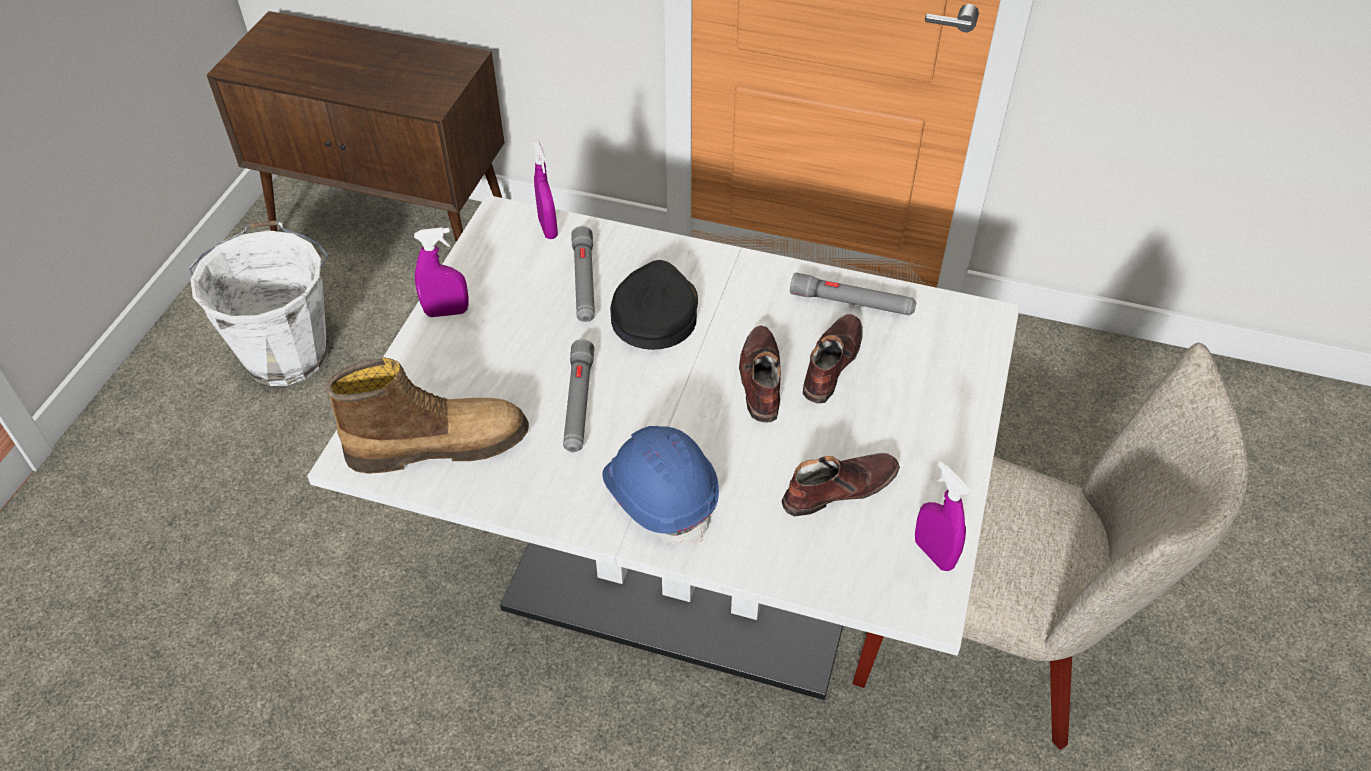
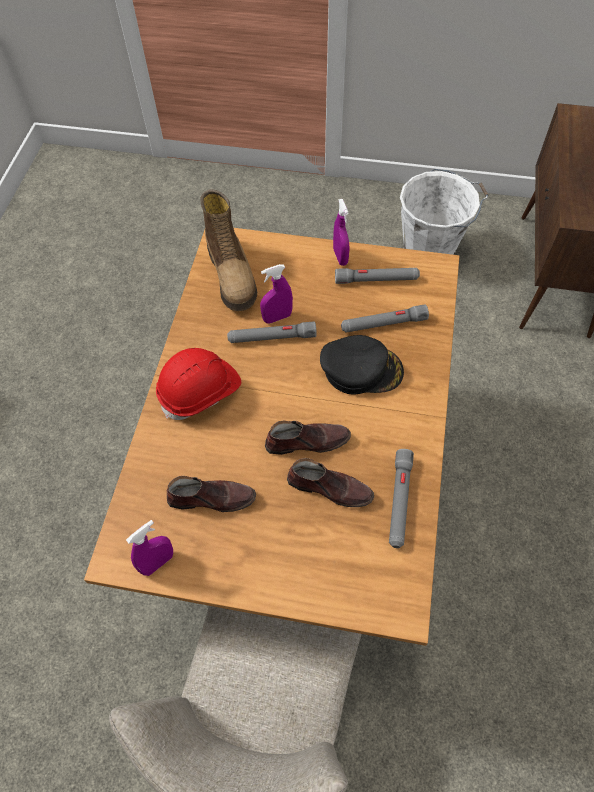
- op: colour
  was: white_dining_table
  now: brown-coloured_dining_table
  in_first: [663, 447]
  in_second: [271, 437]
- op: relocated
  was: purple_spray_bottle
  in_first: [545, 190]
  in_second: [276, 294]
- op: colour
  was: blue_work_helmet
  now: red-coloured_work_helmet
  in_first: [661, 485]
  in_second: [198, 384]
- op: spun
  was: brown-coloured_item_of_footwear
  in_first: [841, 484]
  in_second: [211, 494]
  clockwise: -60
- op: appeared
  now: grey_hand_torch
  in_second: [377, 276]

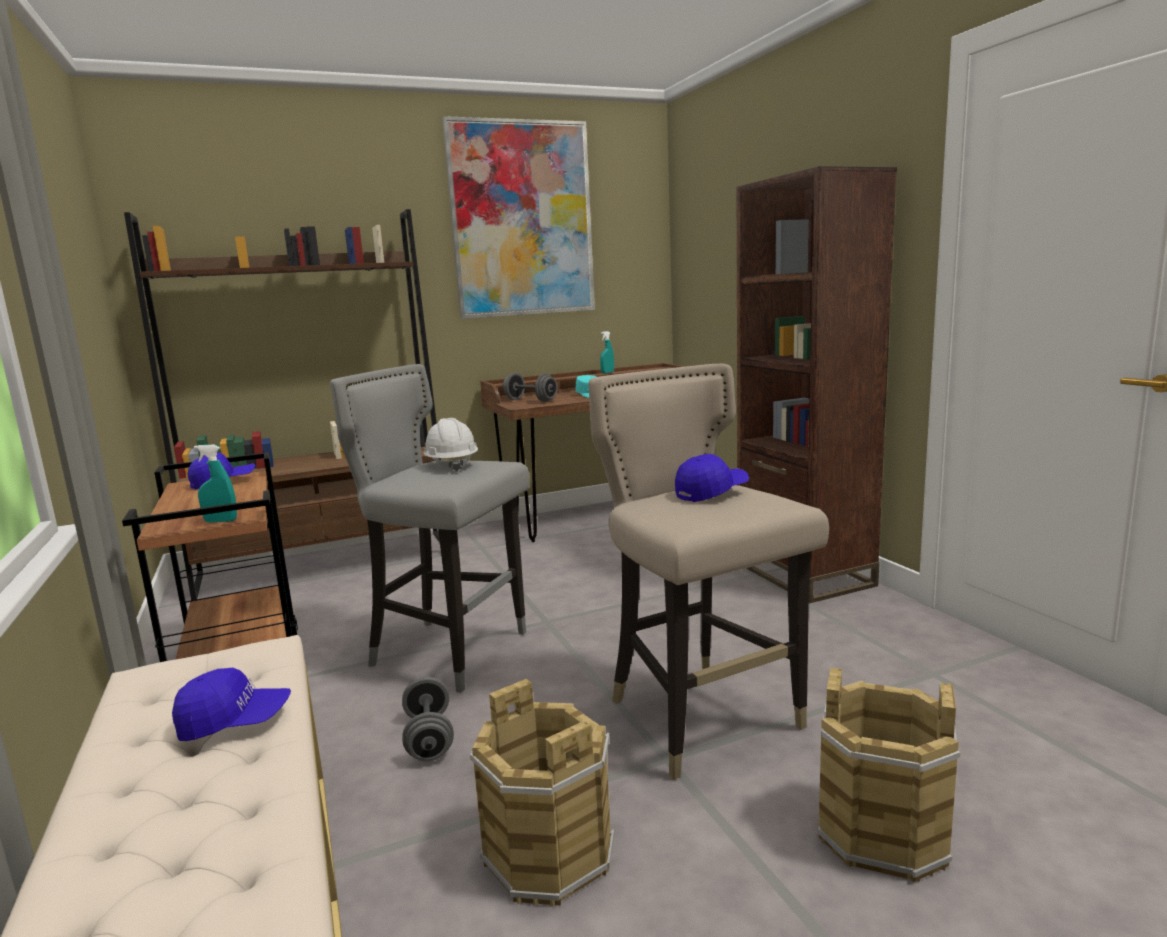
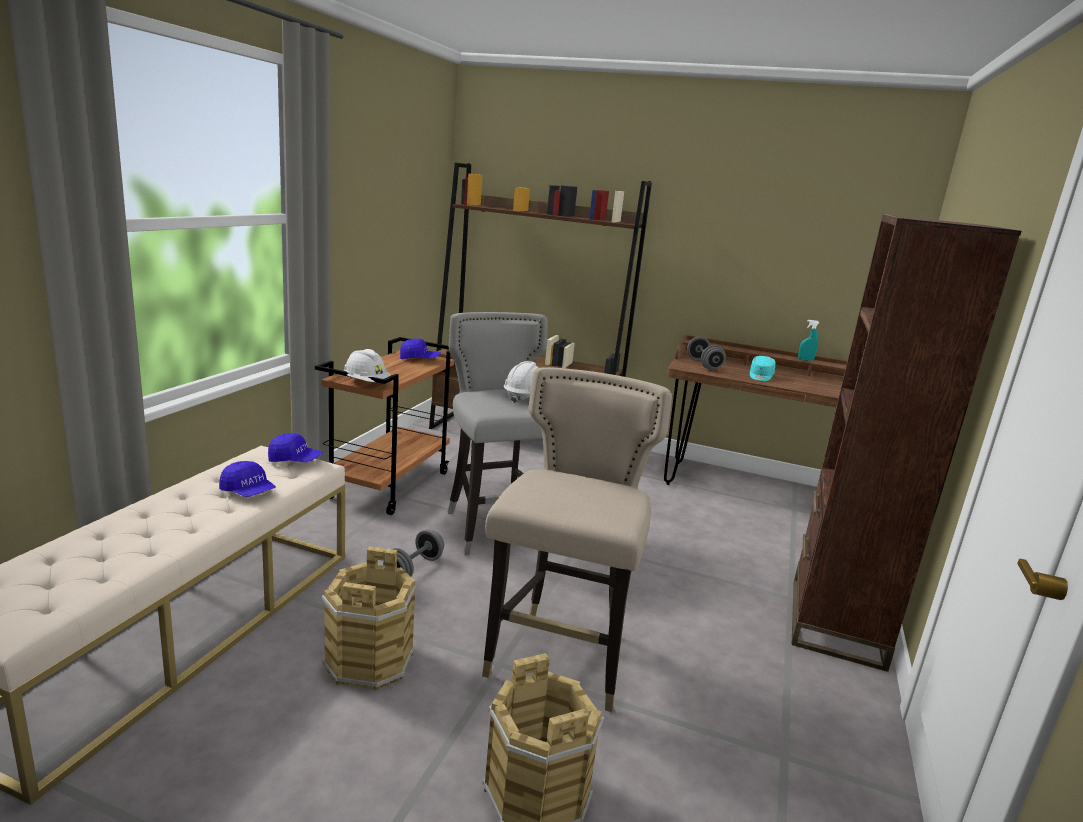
- op: exchanged
  was: blue-green_spray_bottle
  now: white_work_helmet
  in_first: [215, 484]
  in_second: [367, 365]
- op: missing
  was: wall_picture
  in_first: [518, 217]
- op: relocated
  was: blue_cap
  in_first: [712, 478]
  in_second: [295, 447]

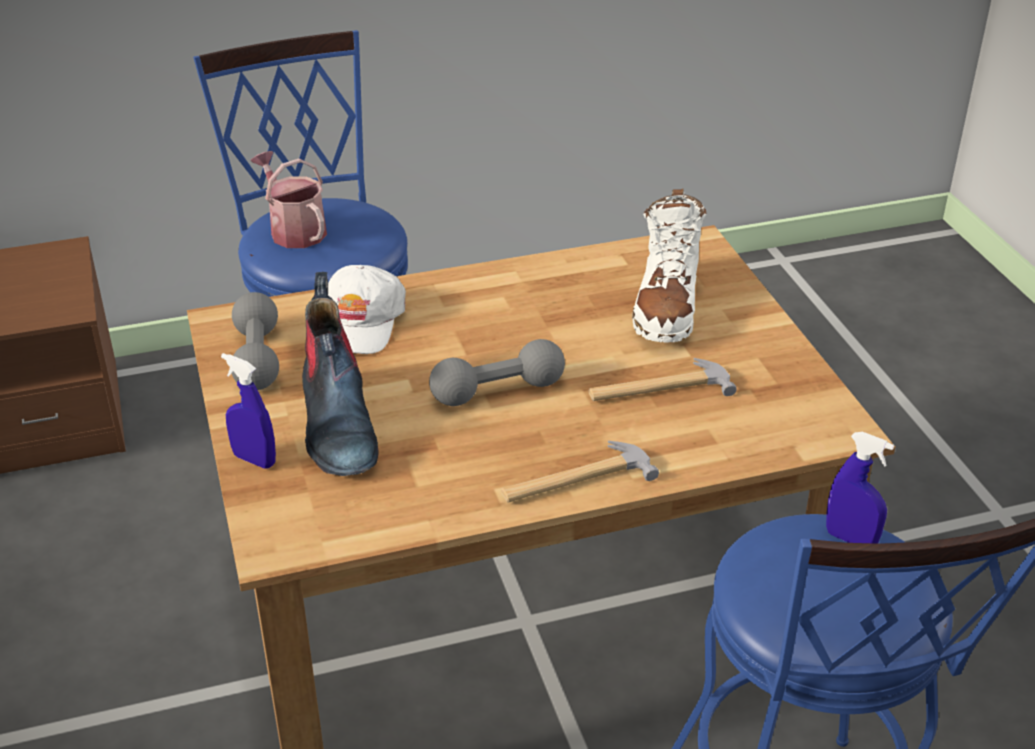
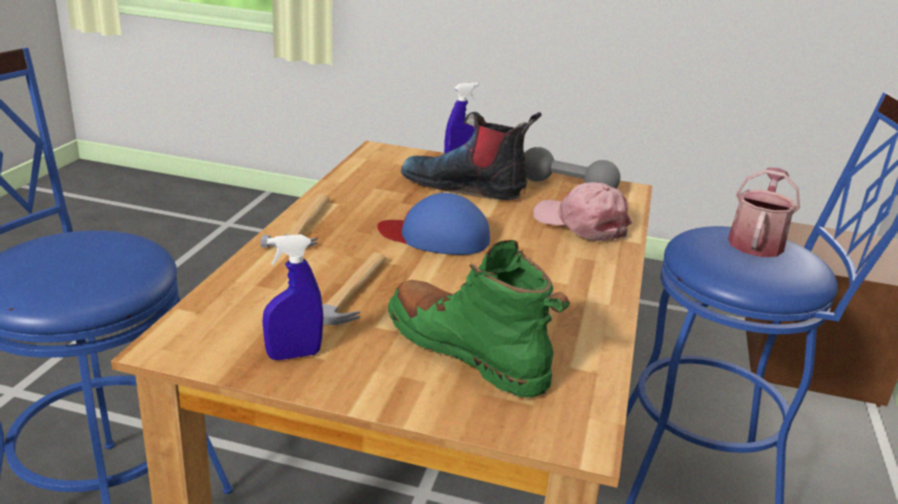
- op: spun
  was: watering_pot
  in_first: [289, 199]
  in_second: [764, 212]
  clockwise: -60
- op: colour
  was: white_cap
  now: pink_cap
  in_first: [367, 309]
  in_second: [582, 211]
- op: exchanged
  was: grey_free_weight
  now: blue_cap
  in_first: [497, 372]
  in_second: [433, 224]
- op: colour
  was: white_tall_boot
  now: greenish_tall_boot
  in_first: [669, 265]
  in_second: [479, 318]
- op: relocated
  was: blue_spray_bottle
  in_first: [860, 488]
  in_second: [292, 297]

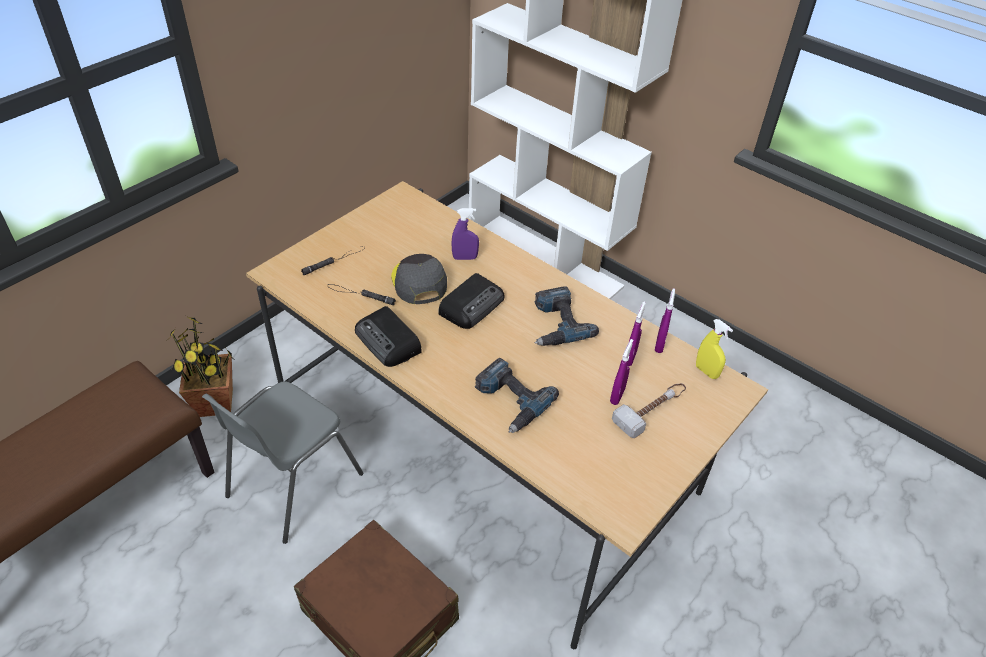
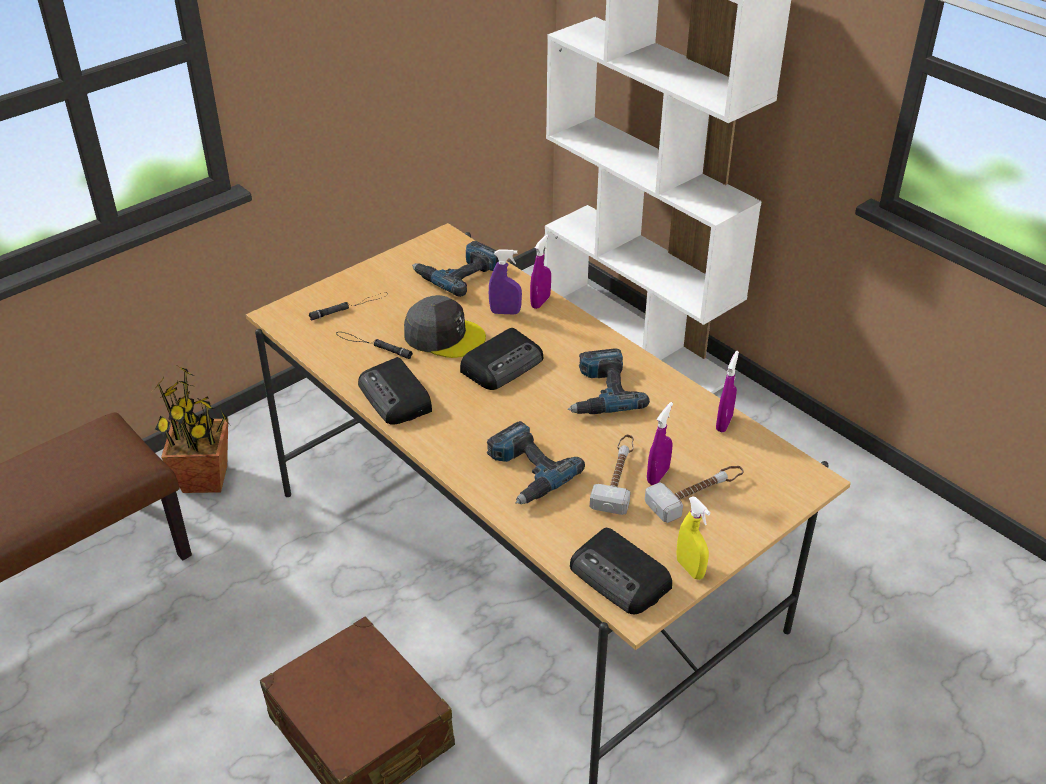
- op: missing
  was: grey_plain_chair
  in_first: [282, 462]
- op: spun
  was: grey_cap
  in_first: [419, 279]
  in_second: [445, 326]
  clockwise: 120
- op: relocated
  was: purple_spray_bottle
  in_first: [637, 333]
  in_second: [540, 272]
- op: relocated
  was: yellowish_spray_bottle
  in_first: [714, 349]
  in_second: [693, 538]
- op: appeared
  now: electric_drill
  in_second: [455, 269]
- op: appeared
  now: radio_set
  in_second: [621, 571]
- op: appeared
  now: hammer
  in_second: [612, 475]

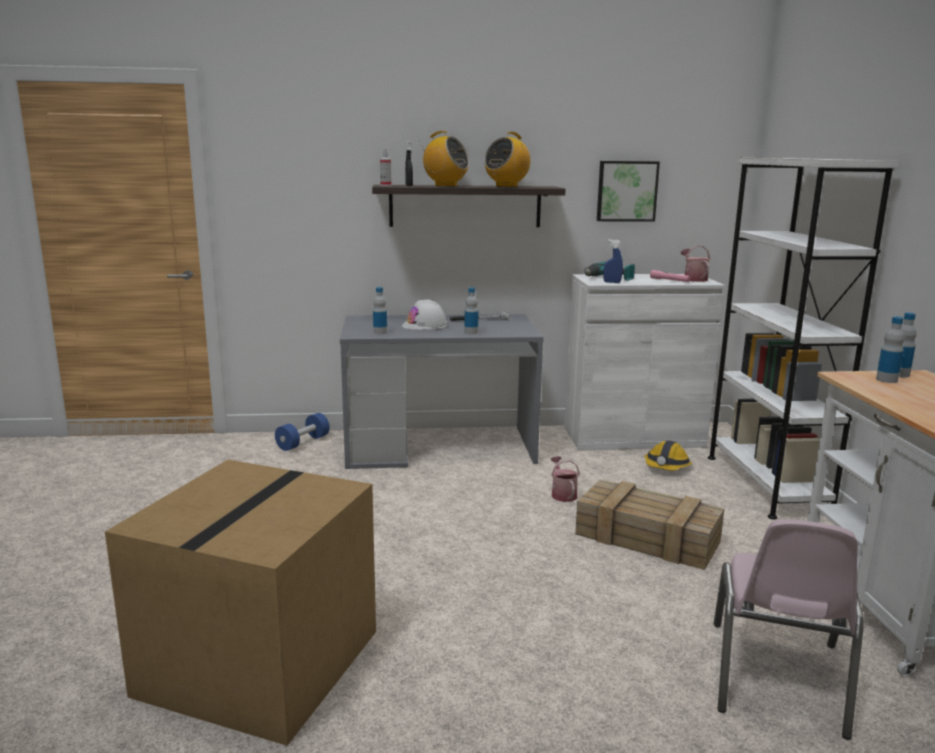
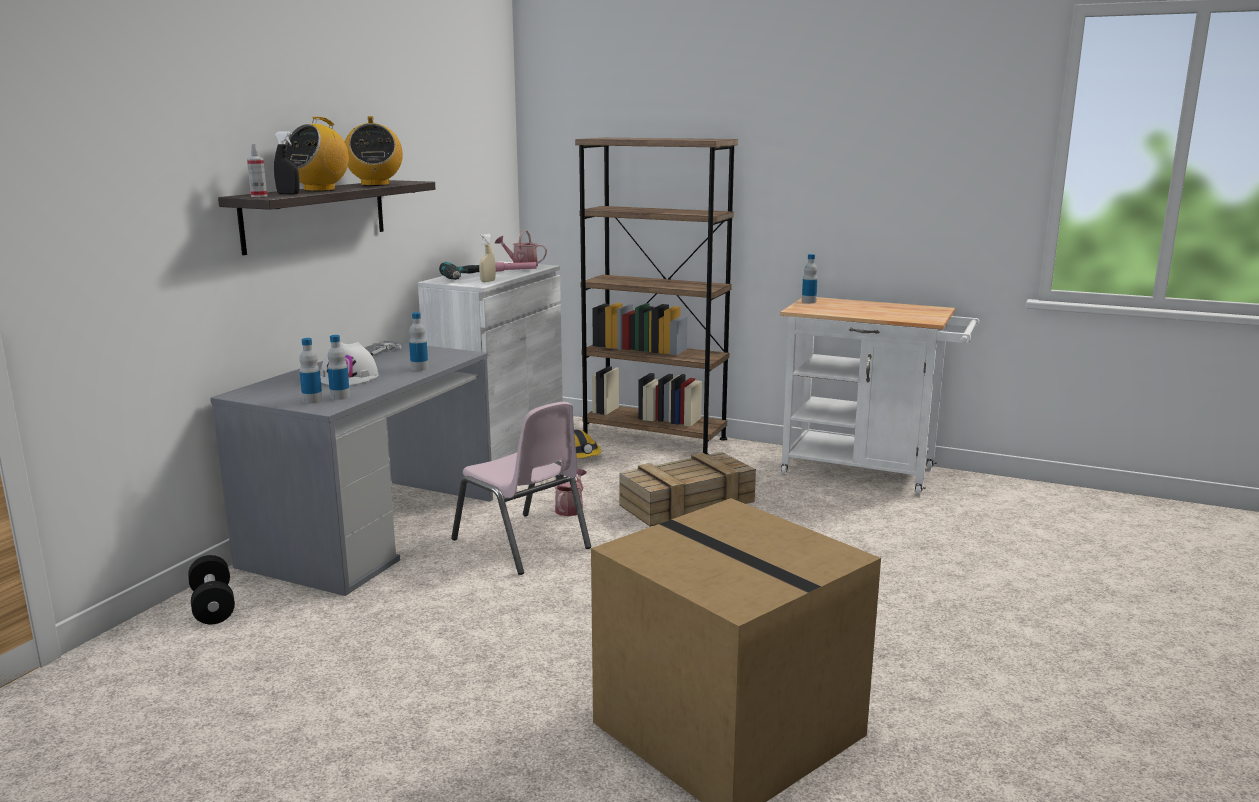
- op: colour
  was: blue_free_weight
  now: black_free_weight
  in_first: [302, 432]
  in_second: [211, 589]
- op: spun
  was: radio_set
  in_first: [444, 159]
  in_second: [317, 154]
  clockwise: 150
- op: spun
  was: watering_pot
  in_first: [565, 479]
  in_second: [570, 492]
  clockwise: 90
- op: missing
  was: wall_picture
  in_first: [628, 191]
- op: colour
  was: blue_spray_bottle
  now: beige-coloured_spray_bottle
  in_first: [613, 261]
  in_second: [487, 258]
- op: colour
  was: white_bookcase
  now: brown-coloured_bookcase
  in_first: [804, 339]
  in_second: [656, 296]
- op: relocated
  was: pink_plain_chair
  in_first: [788, 629]
  in_second: [521, 488]
- op: relocated
  was: bottle
  in_first: [890, 349]
  in_second: [311, 371]

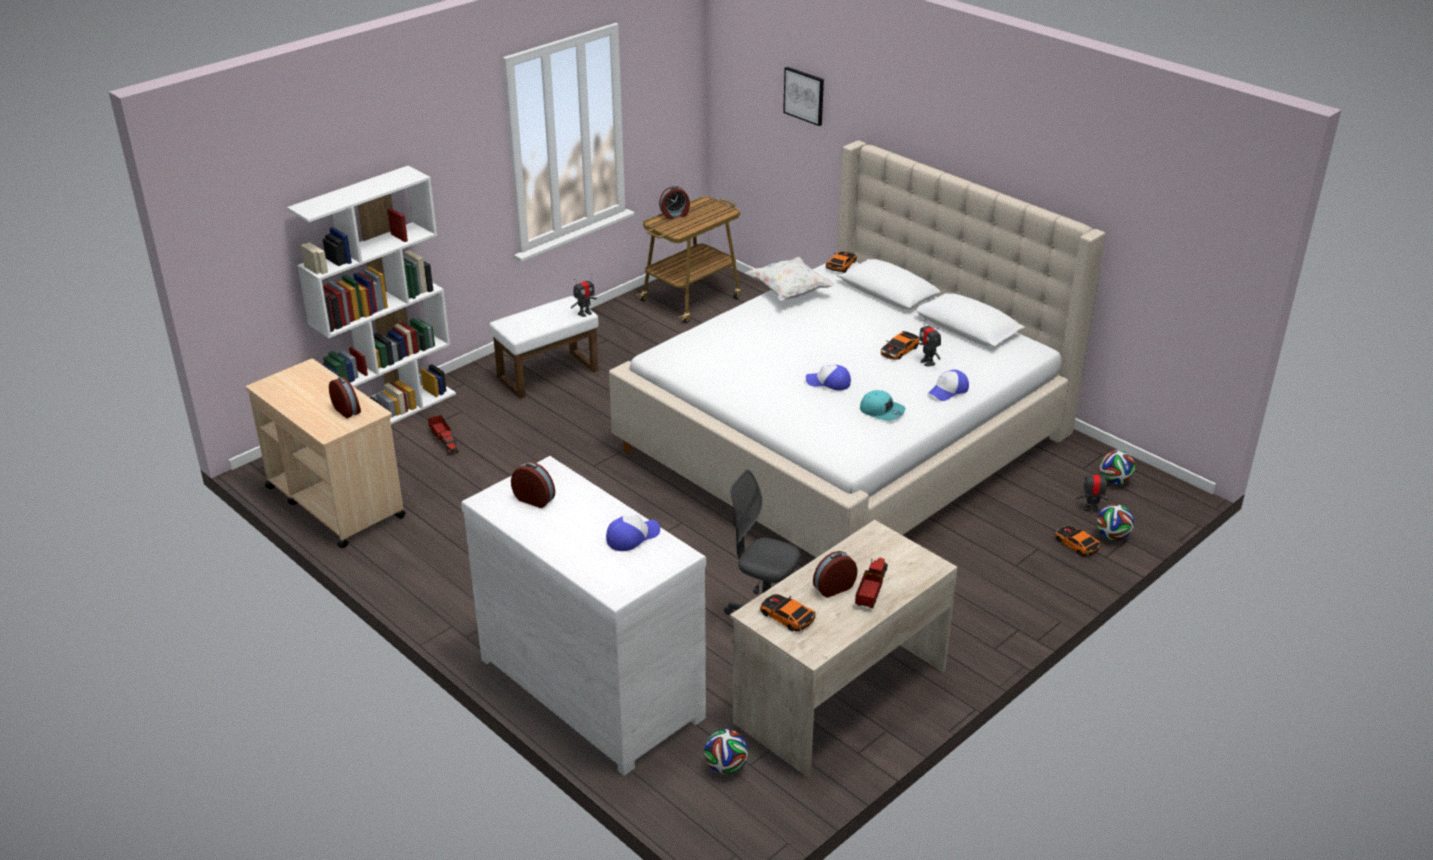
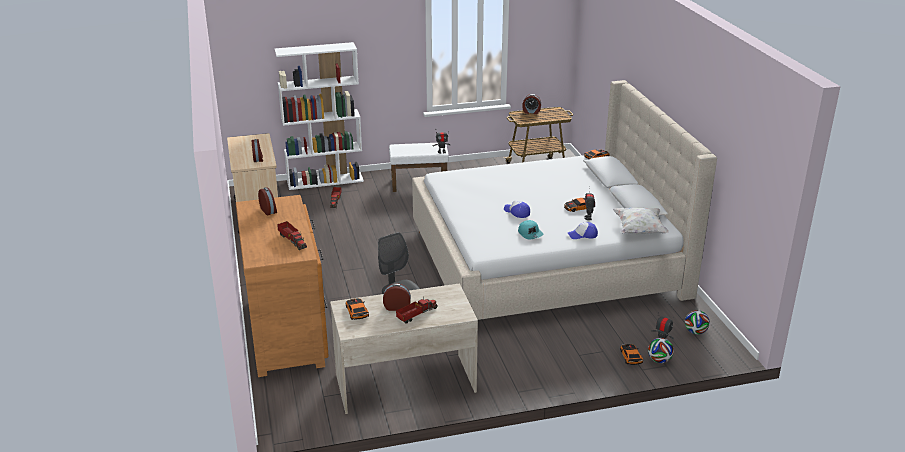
- op: colour
  was: white_chest_of_drawers
  now: brown-coloured_chest_of_drawers
  in_first: [583, 616]
  in_second: [282, 286]
- op: exchanged
  was: cap
  now: toy_lorry
  in_first: [633, 533]
  in_second: [292, 235]
- op: missing
  was: football_ball
  in_first: [726, 751]
- op: relocated
  was: white_cushion
  in_first: [790, 279]
  in_second: [641, 220]
- op: missing
  was: wall_picture
  in_first: [803, 96]

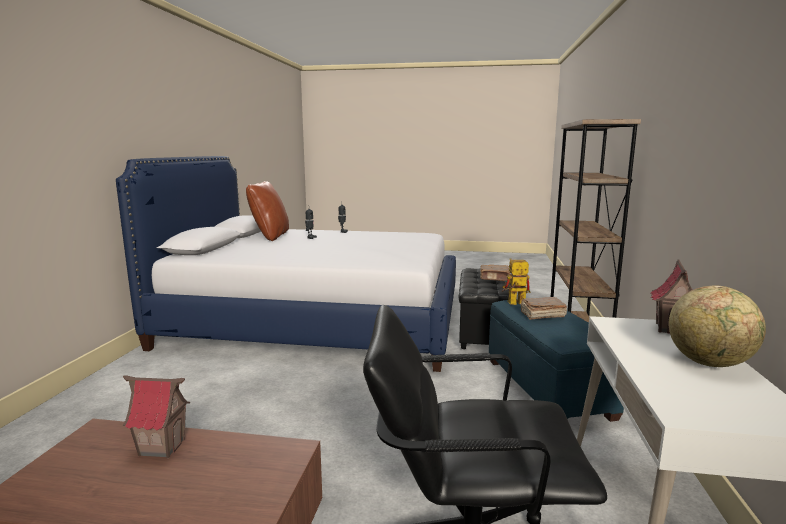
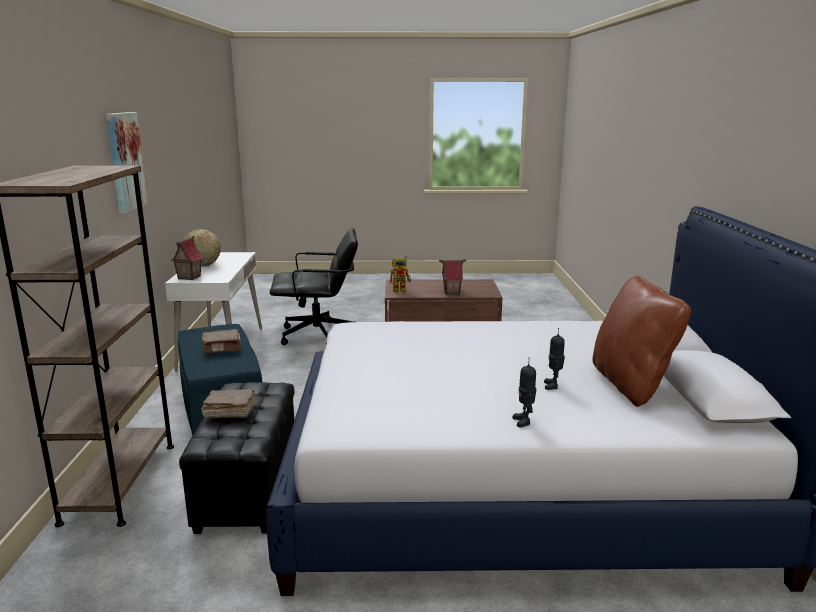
- op: relocated
  was: toy_robot
  in_first: [516, 281]
  in_second: [400, 274]
- op: appeared
  now: wall_picture
  in_second: [127, 162]

